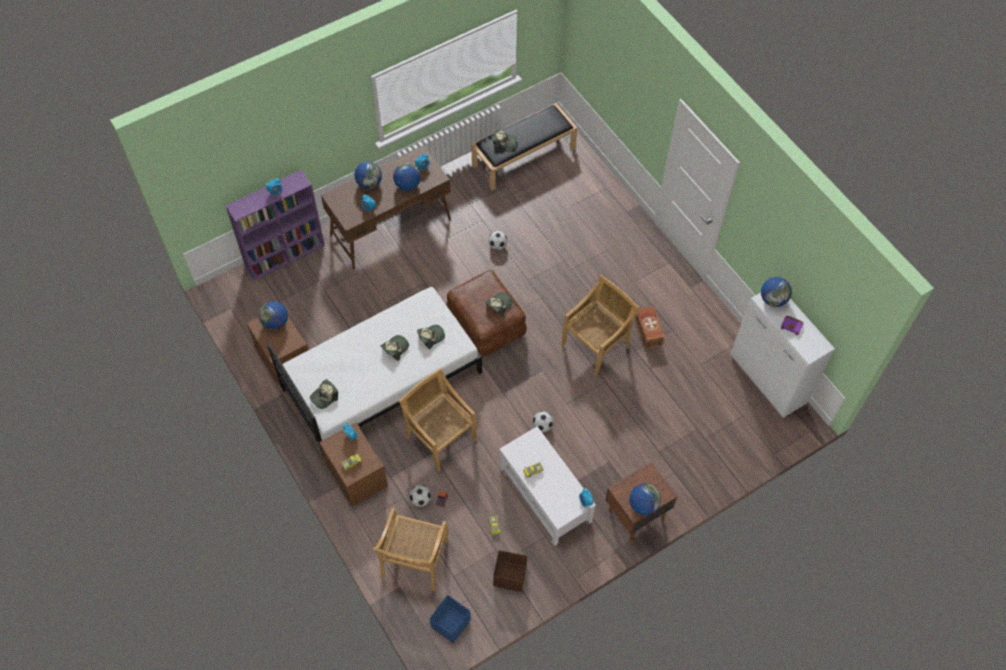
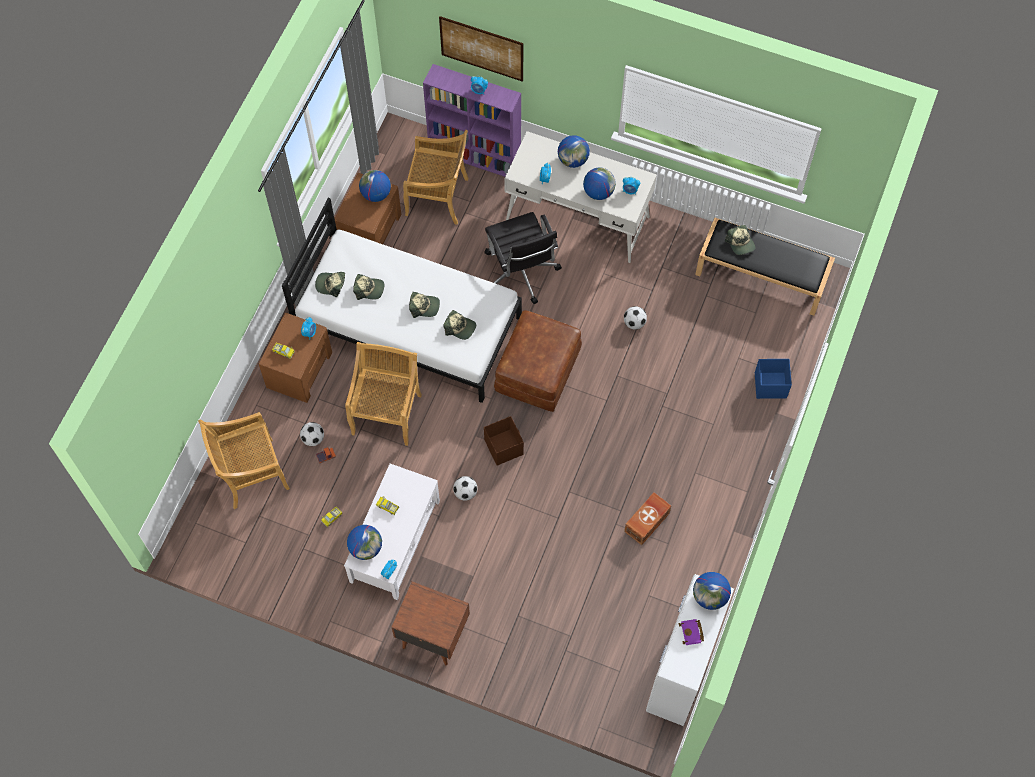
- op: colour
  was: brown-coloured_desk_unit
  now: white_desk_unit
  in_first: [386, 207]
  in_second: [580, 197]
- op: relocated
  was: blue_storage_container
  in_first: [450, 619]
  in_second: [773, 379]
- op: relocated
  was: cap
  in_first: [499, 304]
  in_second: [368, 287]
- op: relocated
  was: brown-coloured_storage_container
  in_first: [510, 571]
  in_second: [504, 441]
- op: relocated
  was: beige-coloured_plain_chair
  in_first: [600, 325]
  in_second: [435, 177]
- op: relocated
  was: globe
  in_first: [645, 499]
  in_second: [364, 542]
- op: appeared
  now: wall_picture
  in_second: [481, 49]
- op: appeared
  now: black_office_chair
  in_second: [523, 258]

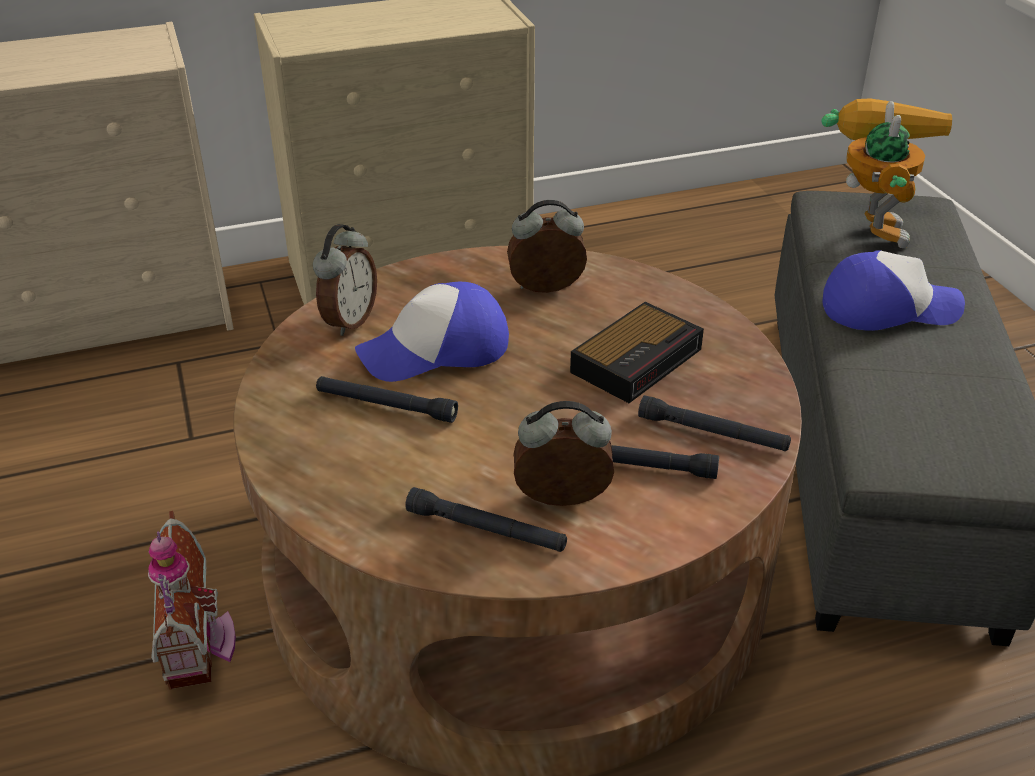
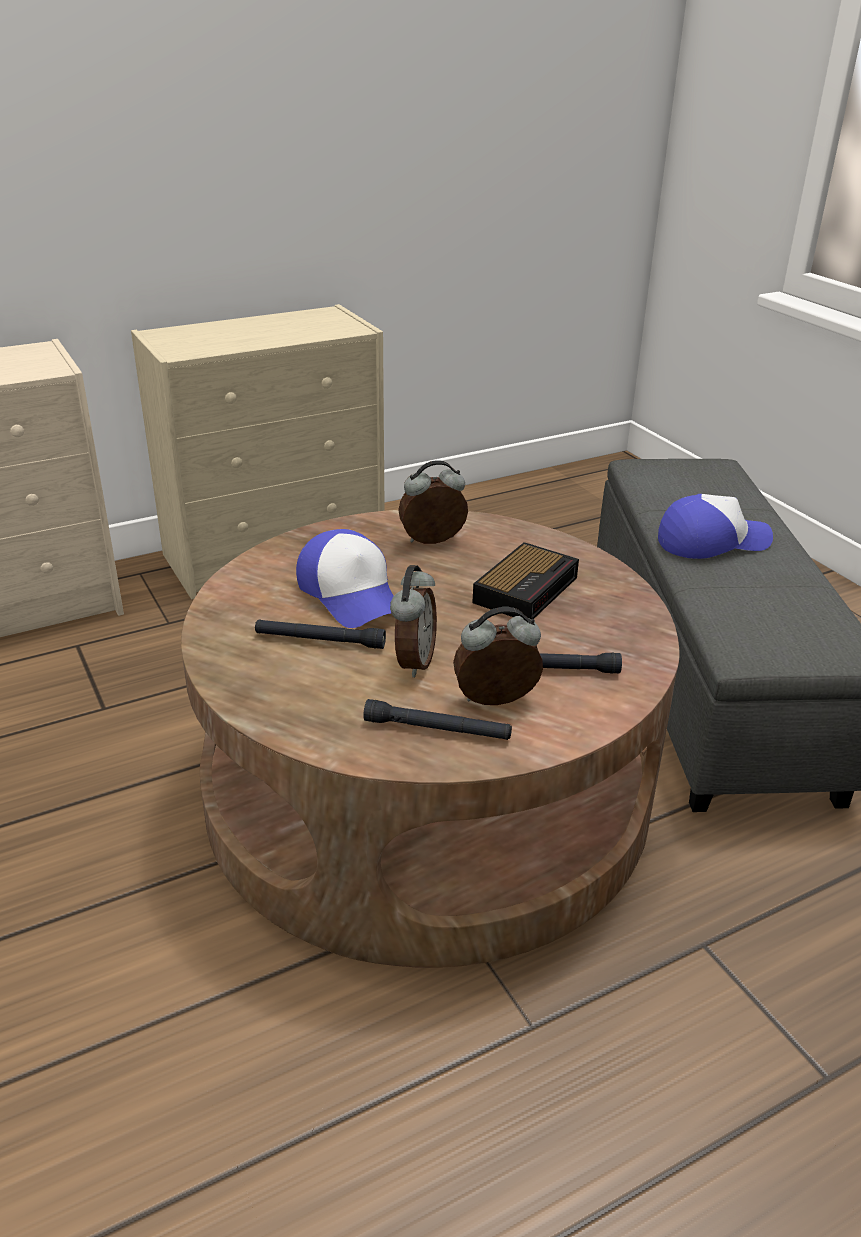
- op: missing
  was: miniature_house
  in_first: [192, 600]
- op: relocated
  was: bedside_clock
  in_first: [345, 280]
  in_second: [413, 621]
- op: spun
  was: cap
  in_first: [432, 332]
  in_second: [345, 578]
  clockwise: -90
- op: missing
  was: black_hand_torch
  in_first: [714, 423]
- op: missing
  was: toy_robot
  in_first: [887, 173]

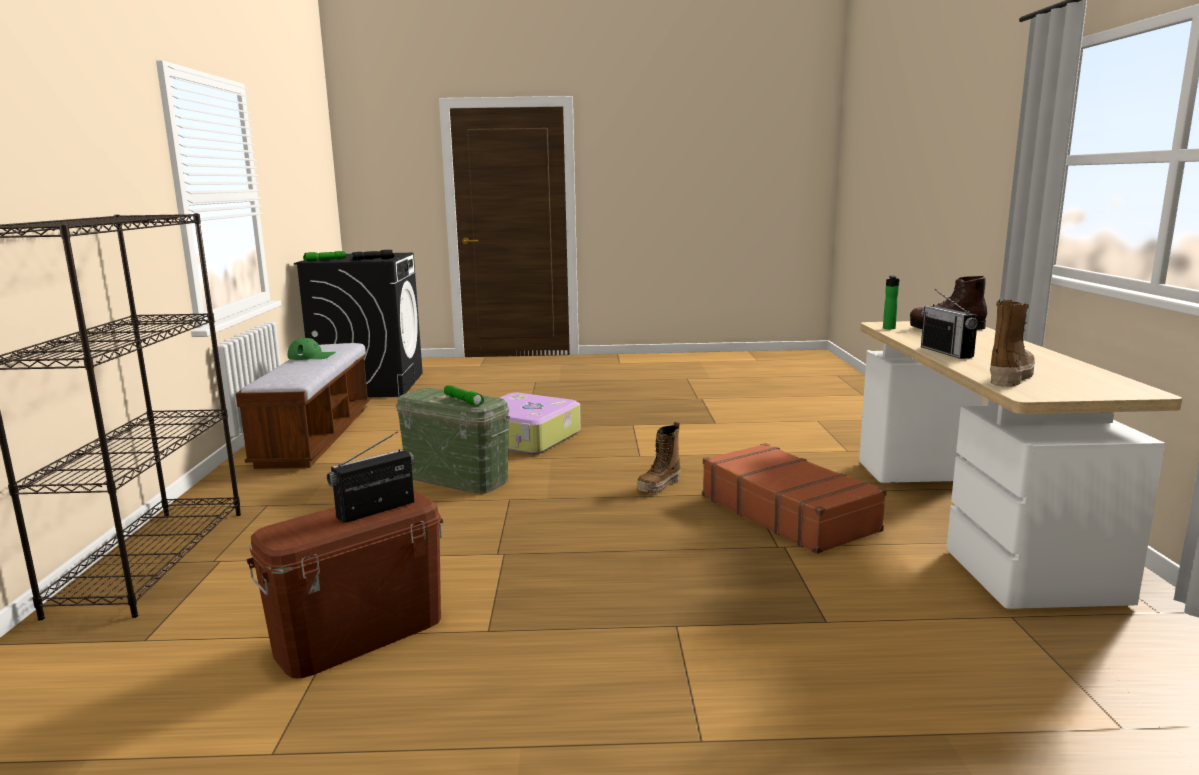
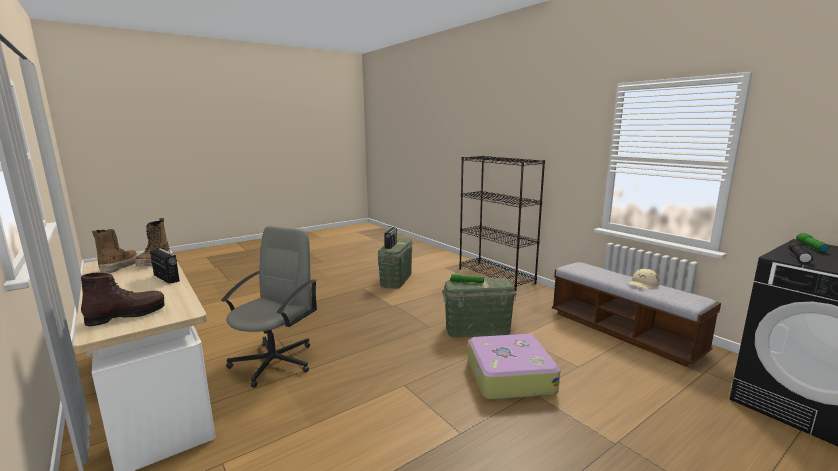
- op: colour
  was: brown-coloured_storage_container
  now: greenish_storage_container
  in_first: [344, 584]
  in_second: [395, 263]
- op: colour
  was: greenish_cap
  now: beige-coloured_cap
  in_first: [312, 349]
  in_second: [643, 279]
- op: relocated
  was: tall_boot
  in_first: [658, 457]
  in_second: [114, 251]
- op: exchanged
  was: brown-coloured_piece_of_luggage
  now: grey_office_chair
  in_first: [794, 498]
  in_second: [269, 307]
- op: missing
  was: bottle
  in_first: [891, 302]

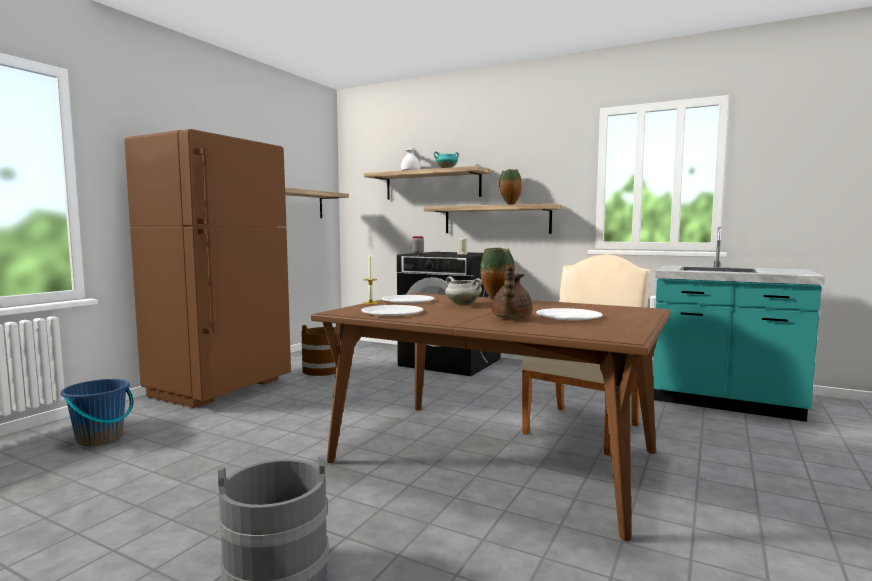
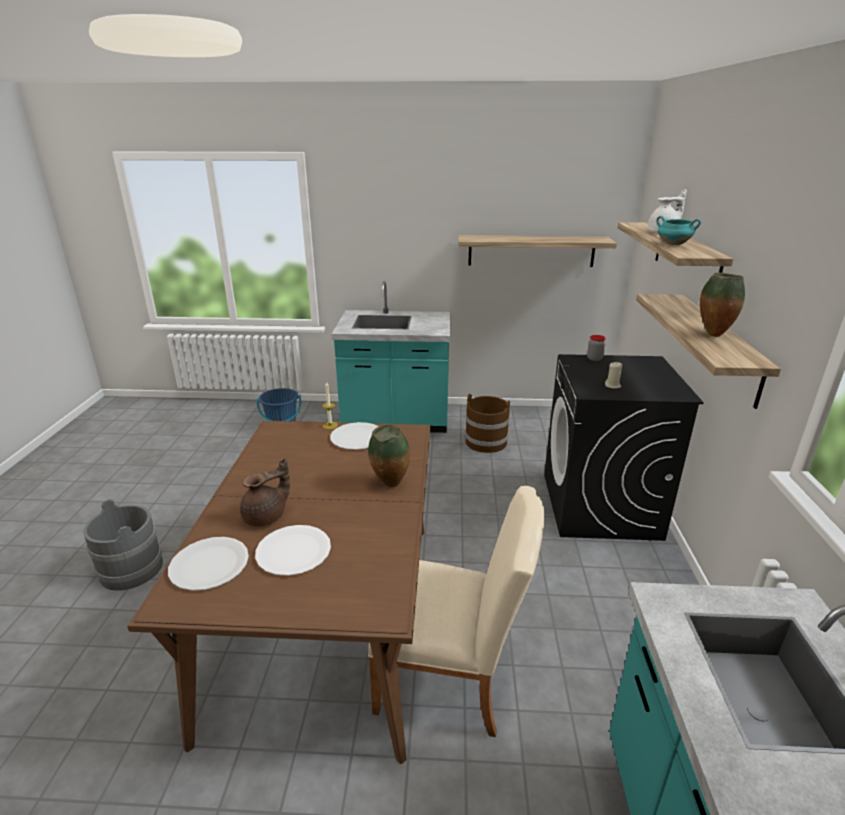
- op: exchanged
  was: brown-coloured_kitchen_fridge
  now: blue-green_counter
  in_first: [207, 268]
  in_second: [391, 357]
- op: relocated
  was: white_flat_dish
  in_first: [392, 310]
  in_second: [208, 564]
- op: missing
  was: white_saucepot
  in_first: [463, 290]
- op: spun
  was: brown-coloured_teapot
  in_first: [512, 292]
  in_second: [265, 492]
  clockwise: 150

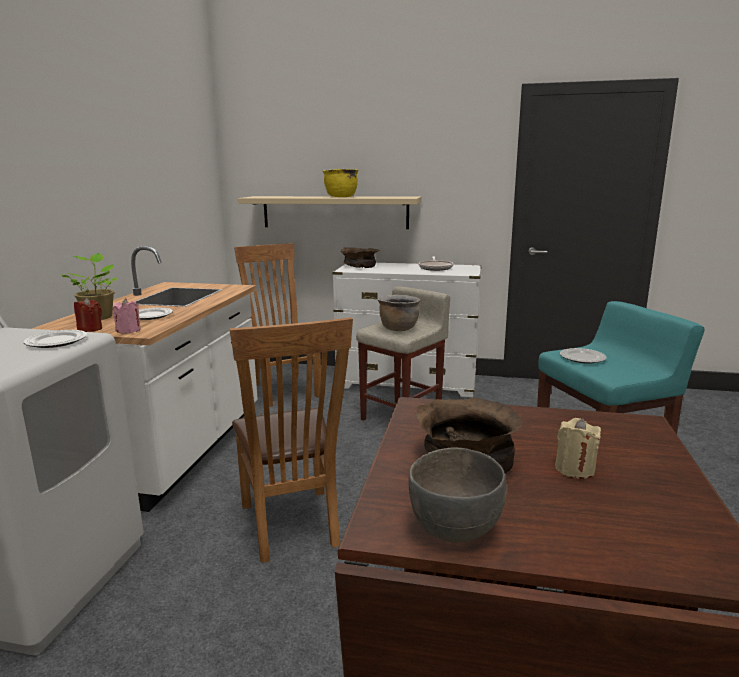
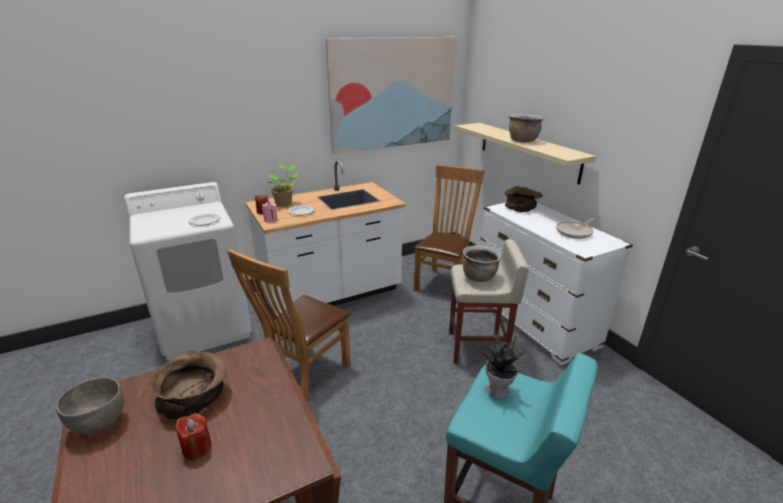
- op: colour
  was: yellowish_saucepot
  now: brown-coloured_saucepot
  in_first: [340, 183]
  in_second: [526, 128]
- op: colour
  was: beige-coloured_wax_candle
  now: red-coloured_wax_candle
  in_first: [578, 448]
  in_second: [193, 436]
- op: exchanged
  was: flat_dish
  now: plant_in_a_pot
  in_first: [583, 356]
  in_second: [501, 365]
- op: appeared
  now: wall_picture
  in_second: [390, 95]

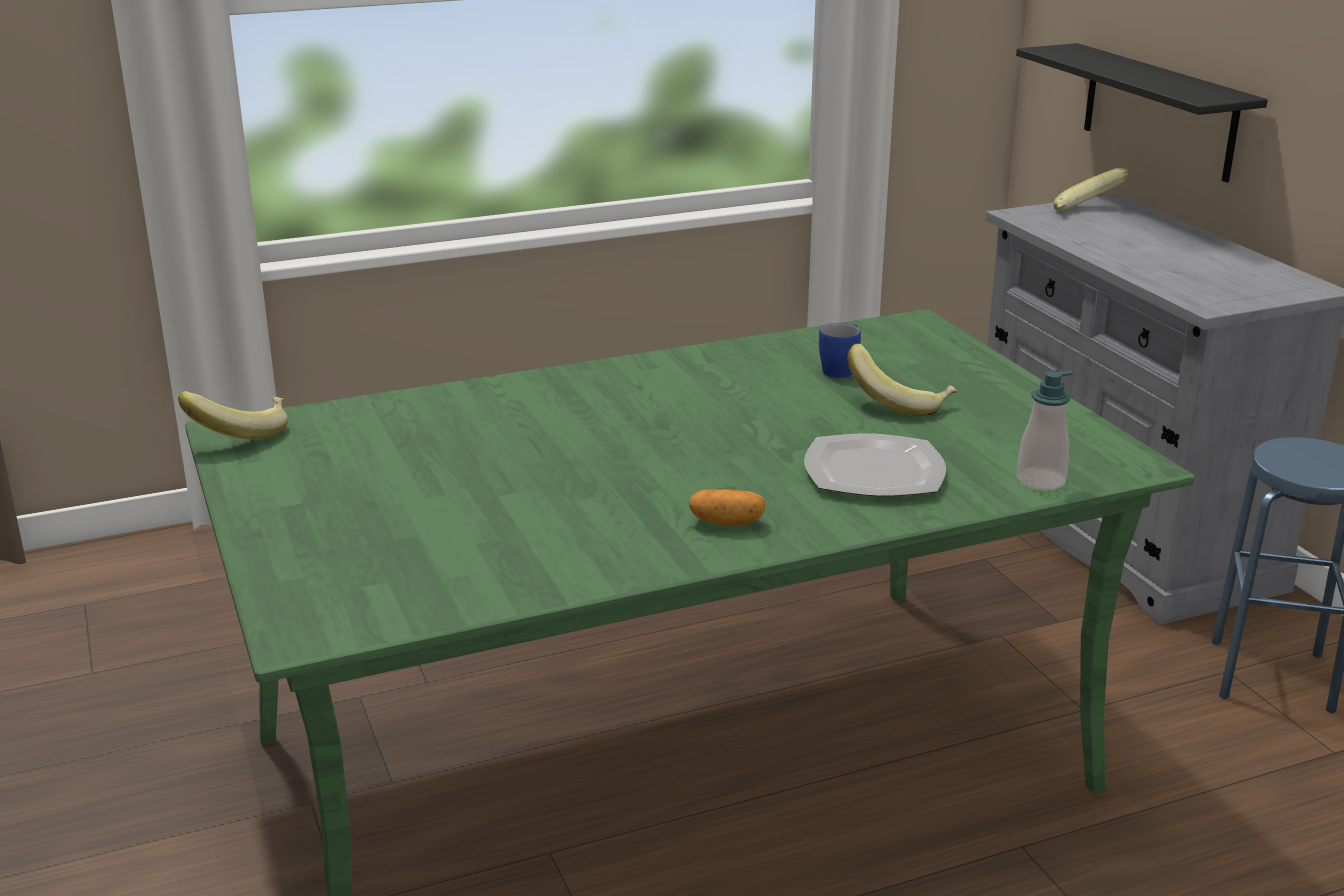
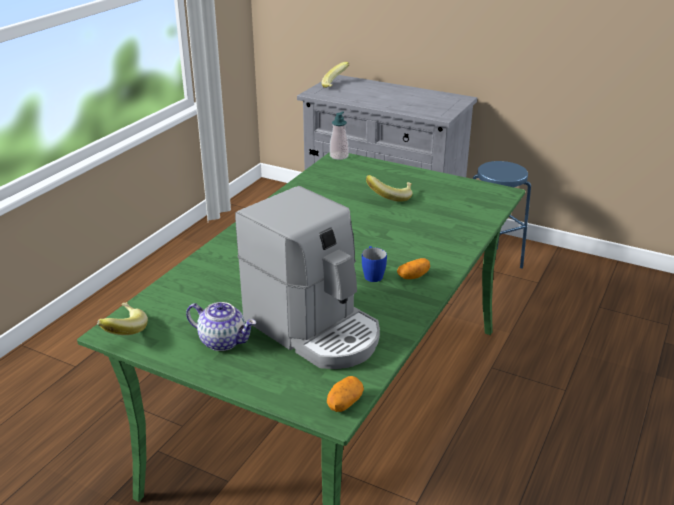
- op: missing
  was: flat_dish
  in_first: [875, 464]
- op: relocated
  was: blue_coffee_mug
  in_first: [840, 350]
  in_second: [374, 264]
- op: missing
  was: black_shelf
  in_first: [1142, 113]
- op: relocated
  was: soap_dispenser
  in_first: [1044, 431]
  in_second: [339, 135]
- op: appeared
  now: teapot
  in_second: [221, 326]
- op: appeared
  now: coffee_machine
  in_second: [307, 277]
- op: appeared
  now: spud
  in_second: [345, 394]

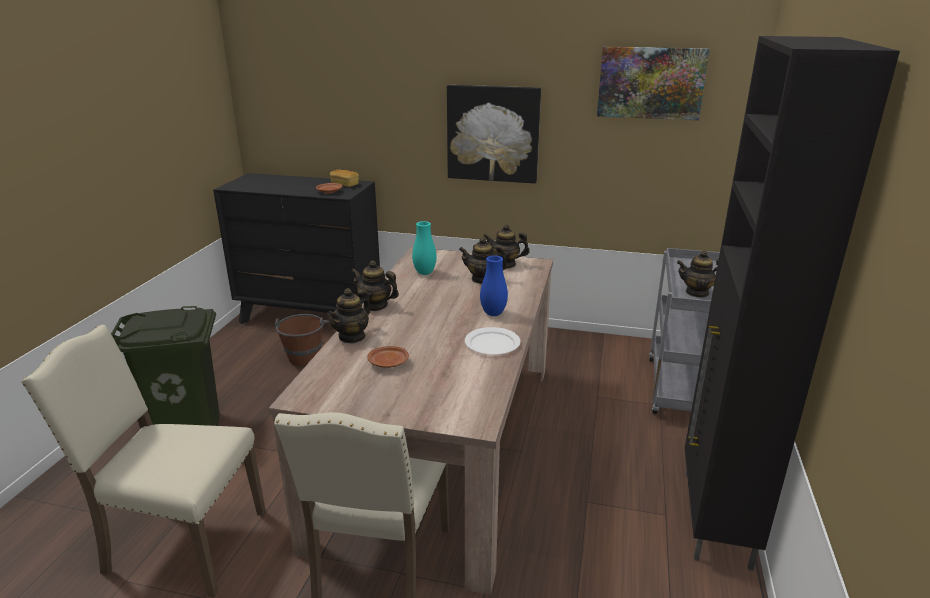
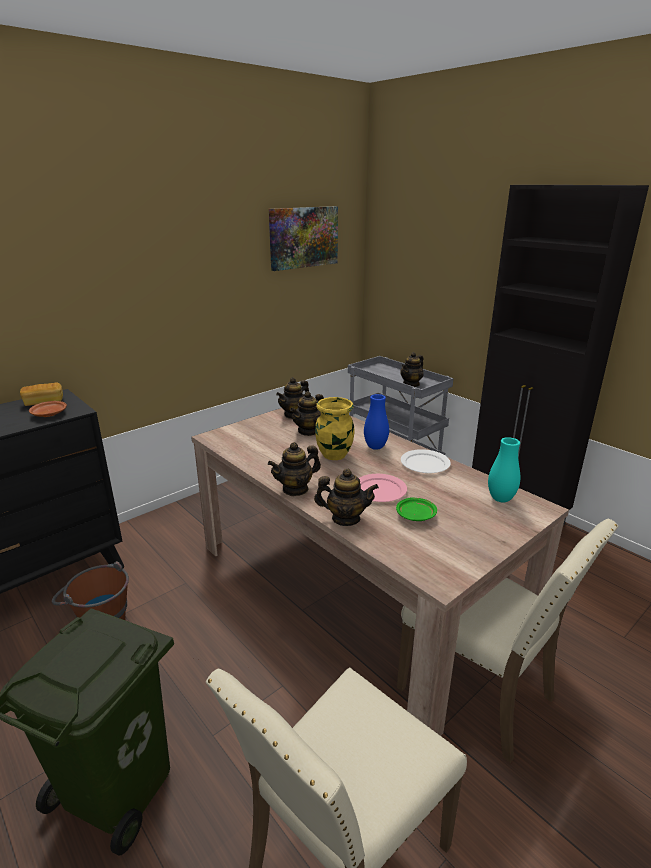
- op: spun
  was: teapot
  in_first: [349, 315]
  in_second: [346, 497]
  clockwise: -60
- op: colour
  was: brown-coloured_flat_dish
  now: greenish_flat_dish
  in_first: [388, 357]
  in_second: [416, 509]
- op: relocated
  was: blue-green_vase
  in_first: [424, 248]
  in_second: [504, 469]
- op: missing
  was: wall_picture
  in_first: [494, 134]
- op: appeared
  now: yellowish_vase
  in_second: [335, 428]
- op: appeared
  now: pink_flat_dish
  in_second: [383, 488]

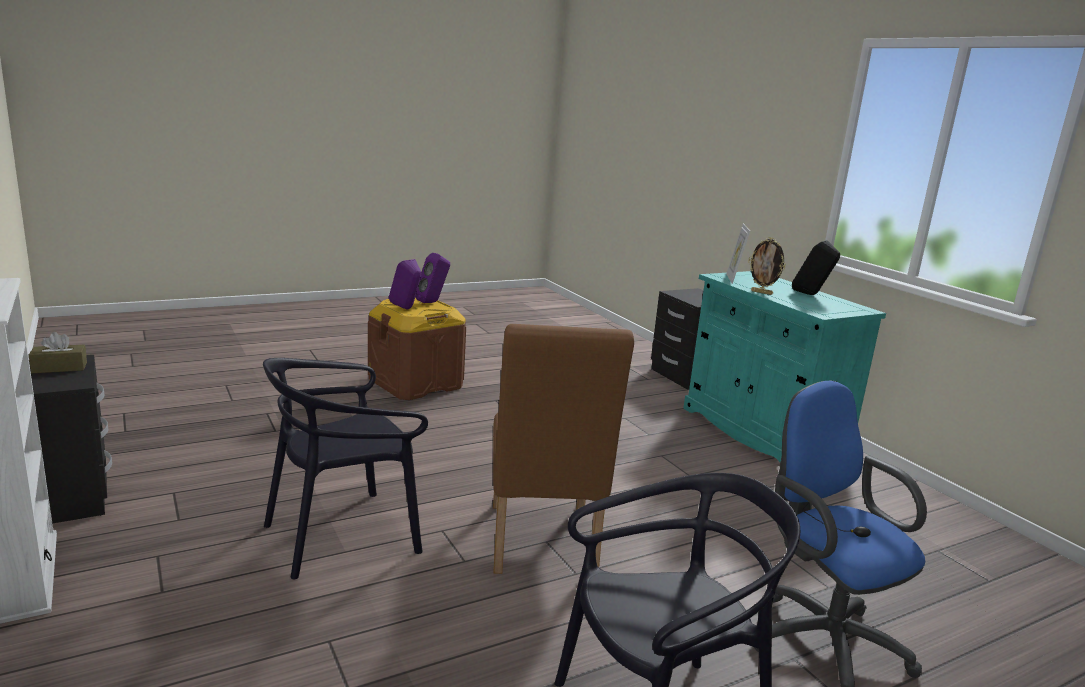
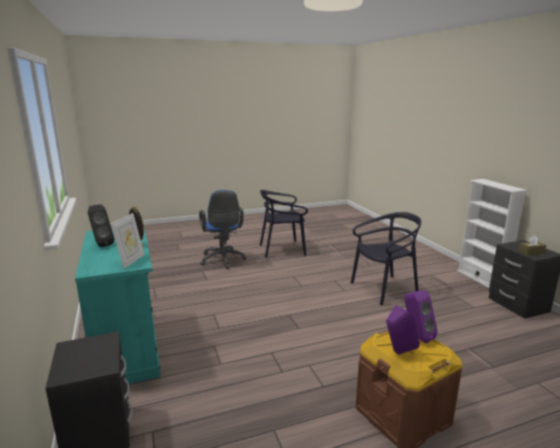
- op: missing
  was: brown-coloured_plain_chair
  in_first: [563, 449]

